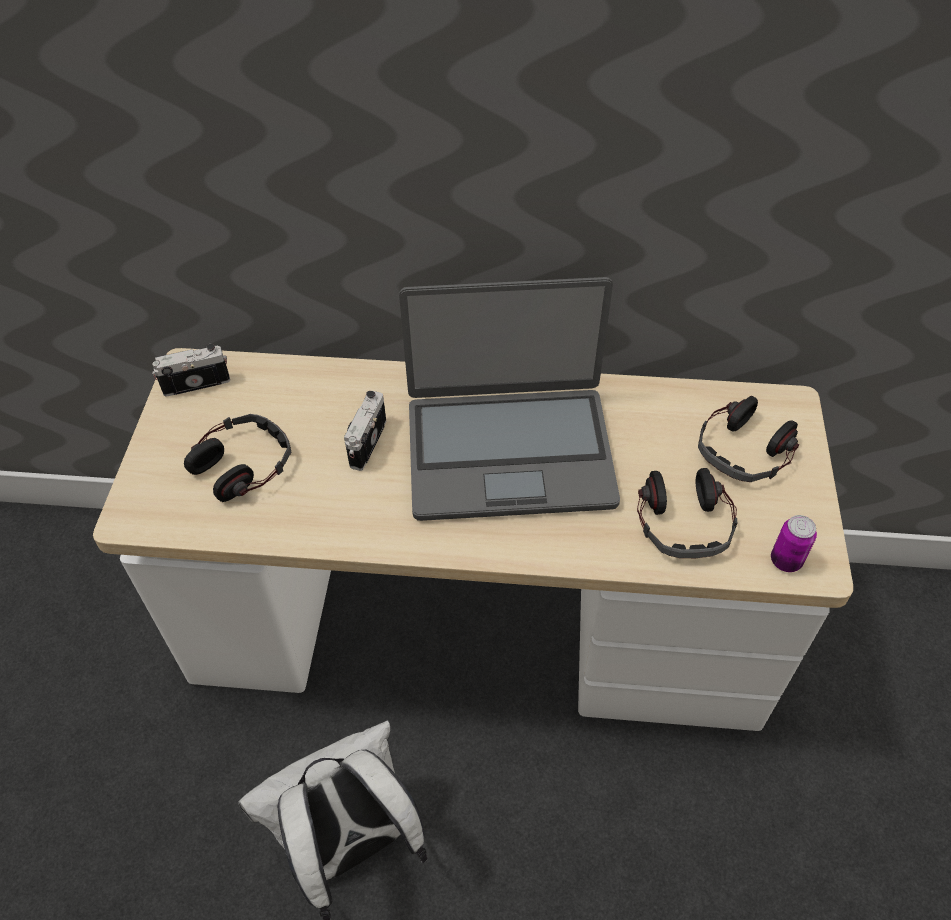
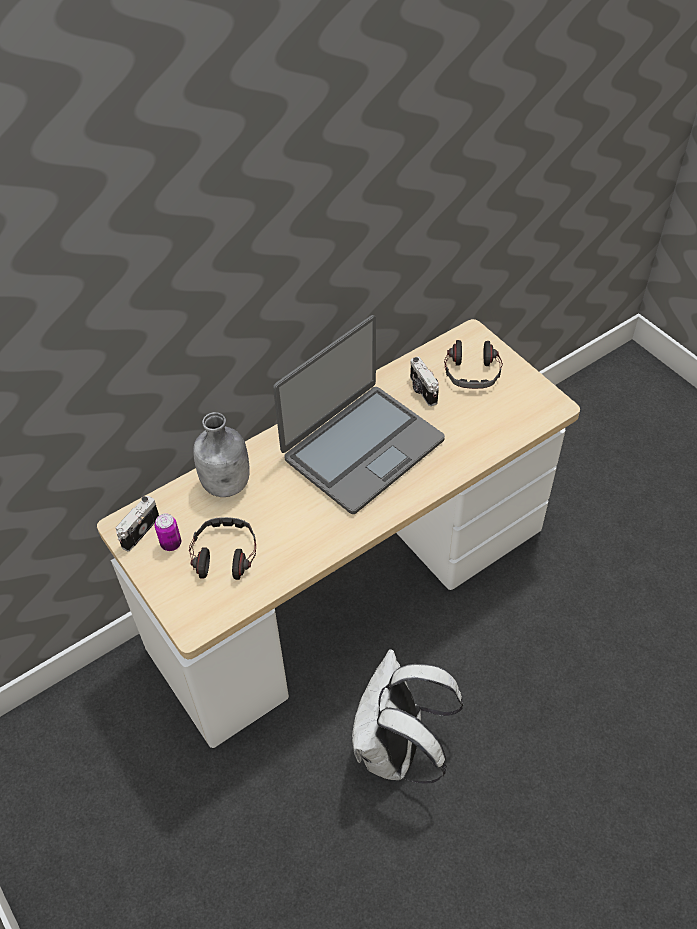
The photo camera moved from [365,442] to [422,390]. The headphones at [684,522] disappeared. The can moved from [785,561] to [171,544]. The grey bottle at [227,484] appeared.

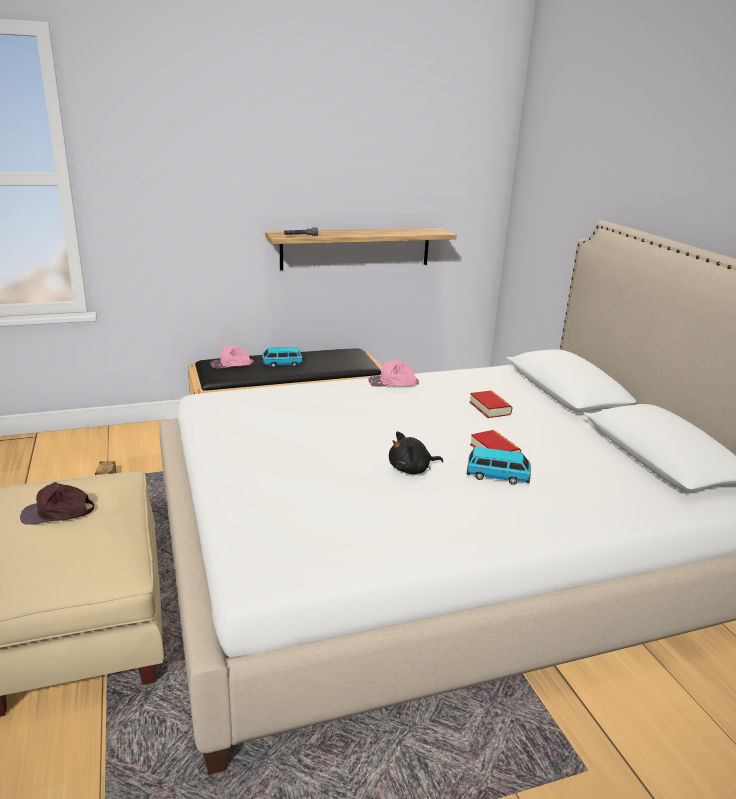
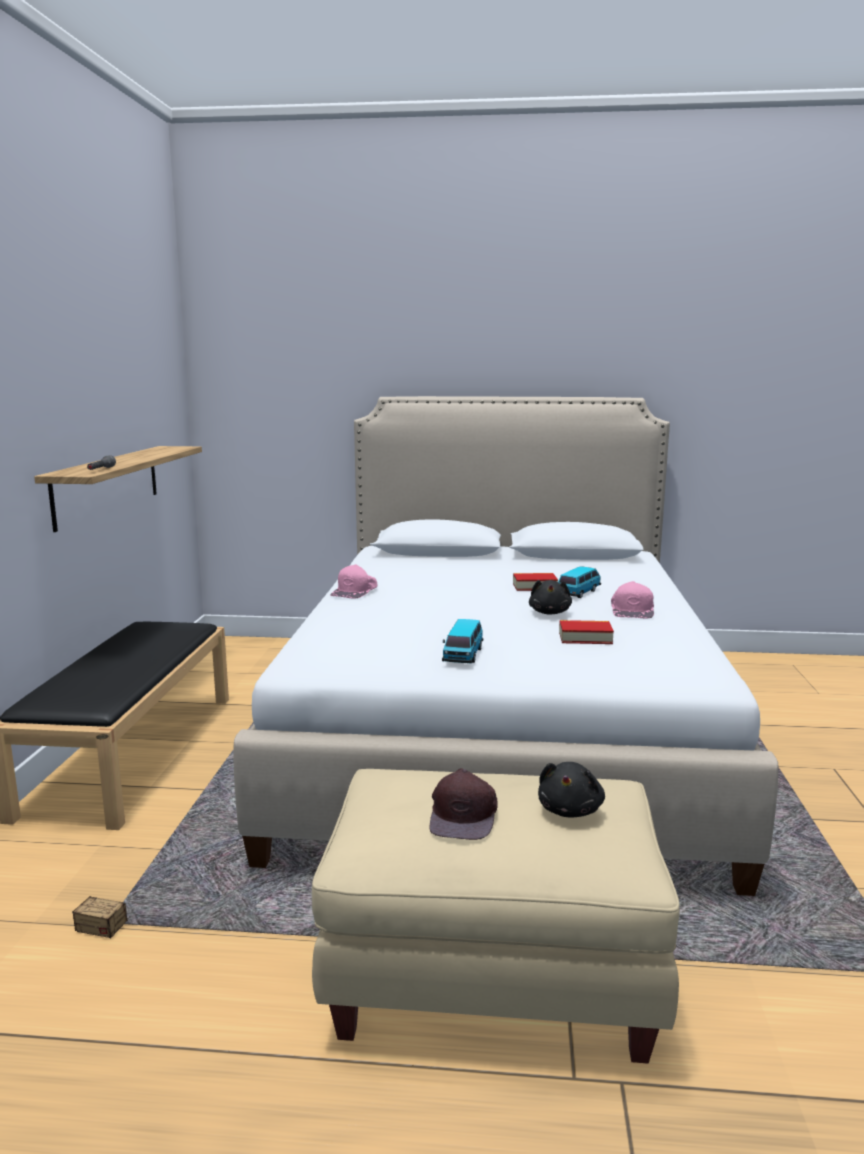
The pink cap moved from [232,364] to [633,610]. The toy car moved from [282,364] to [463,655]. The book moved from [490,408] to [585,638]. The black plush toy at [570,810] appeared.

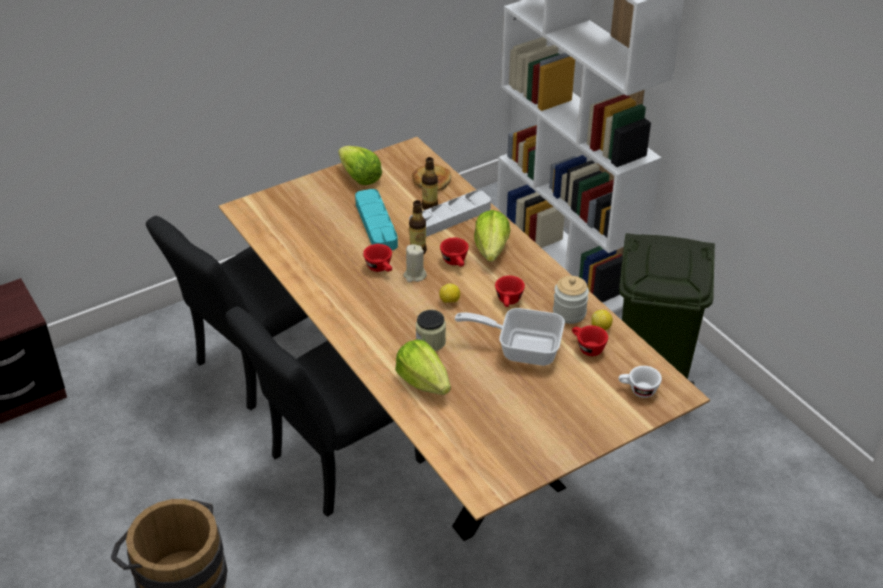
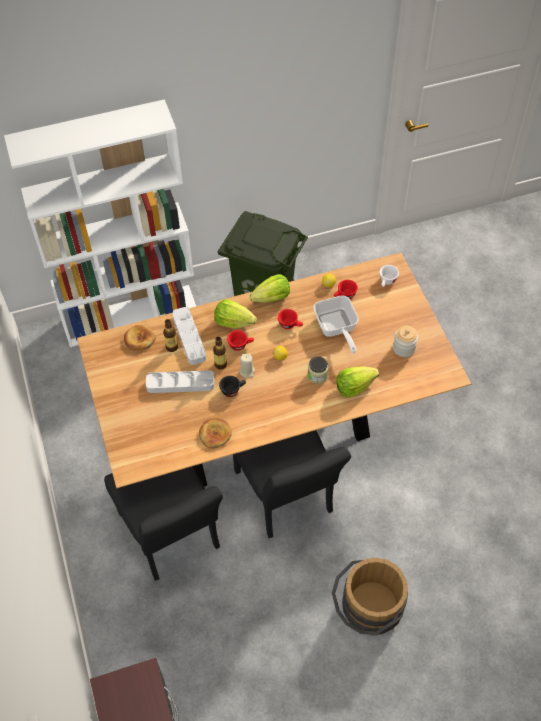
The lettuce moved from [359,177] to [272,298]. The turquoise tray at [376,224] became the grey tray at [180,384]. The red cup at [381,268] became the black cup at [233,390]. The frying pan at [521,348] turned 45 degrees counterclockwise. The jar moved from [569,313] to [404,348]. The bread at [215,434] appeared.

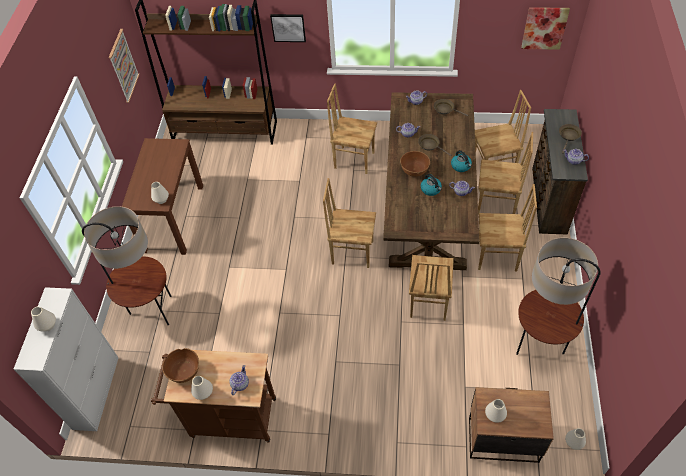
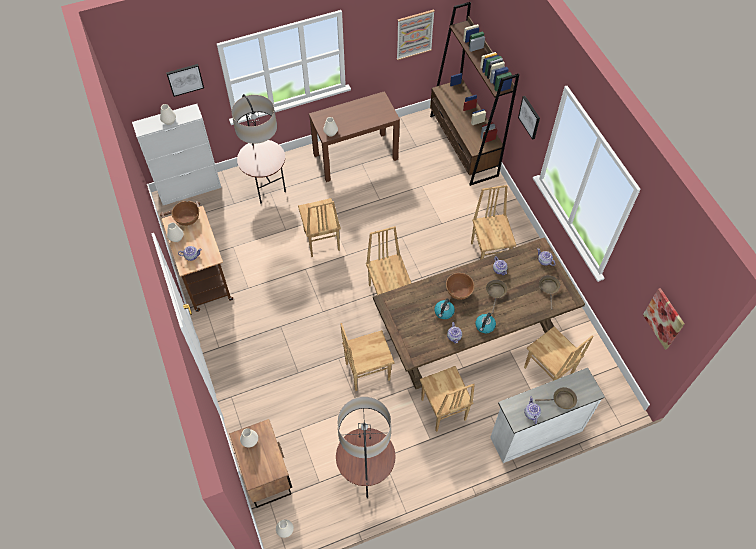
The brown chair moved from [496,205] to [321,241]. The brown dresser at [547,200] became the white dresser at [535,433]. The picture at [185,79] appeared.

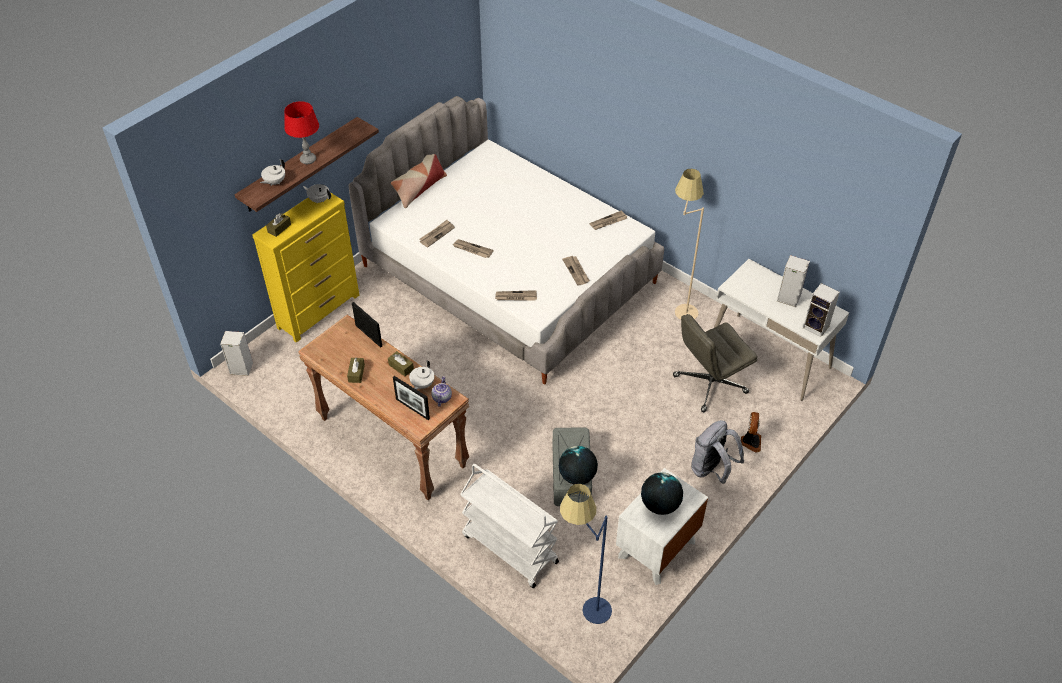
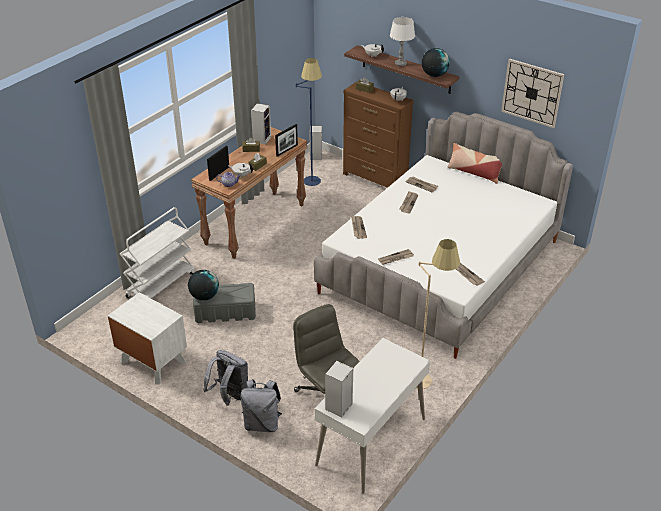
The yellow dresser at [319,311] became the brown dresser at [375,179]. The red table lamp at [308,160] became the white table lamp at [400,64]. The blue floor lamp moved from [583,609] to [311,176]. The globe moved from [659,505] to [434,75]. The fan at [750,442] was replaced by the grey backpack at [262,423]. The speaker moved from [787,298] to [262,139]. The wall clock at [532,93] appeared.

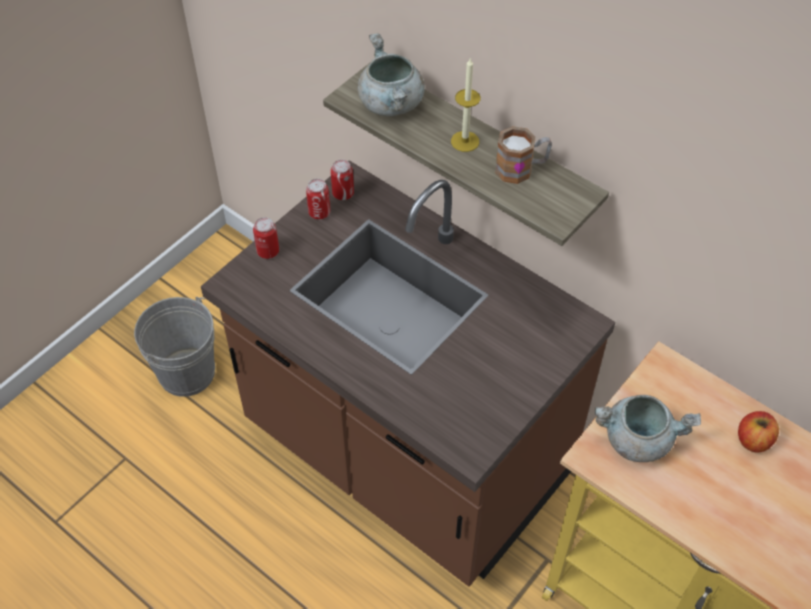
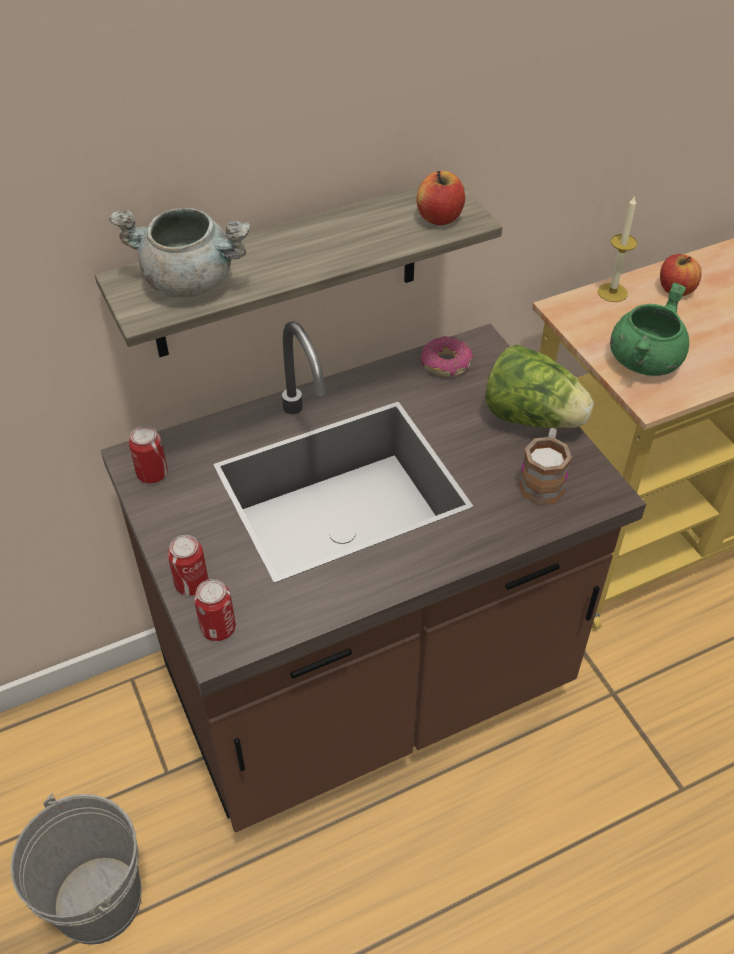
The can moved from [319,212] to [218,628]. The candle moved from [465,141] to [612,292]. The mug moved from [521,169] to [543,480]. The grey cooking pot at [637,439] became the green cooking pot at [644,360]. The apple at [439,217] appeared. The donut at [446,364] appeared. The lettuce at [532,417] appeared.

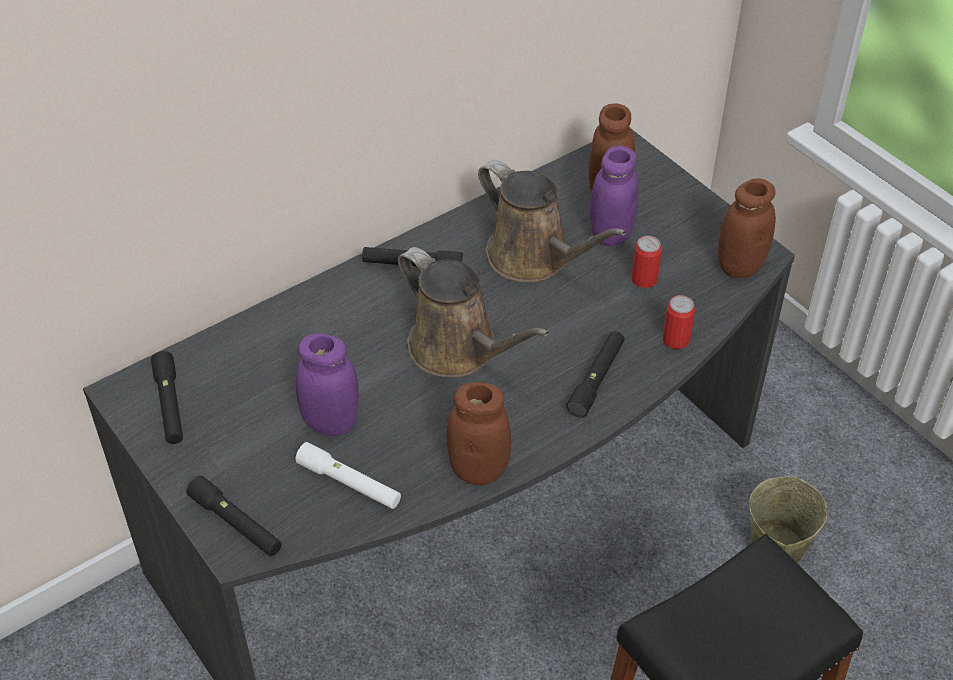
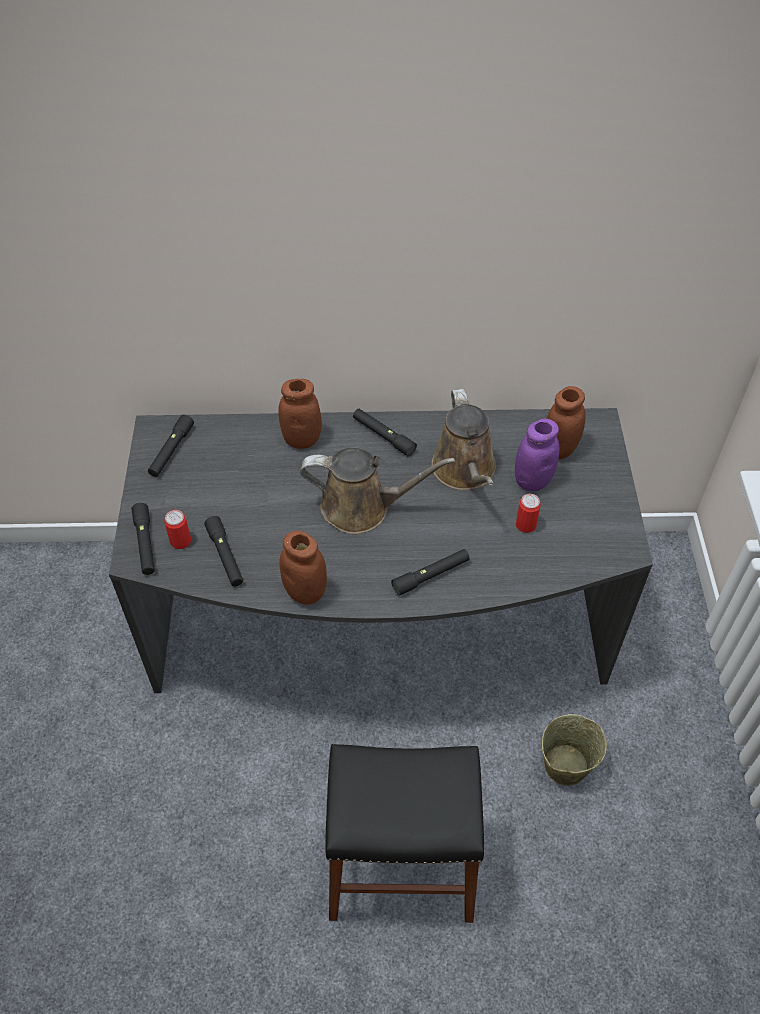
The purple jar at [331,422] disappeared. The white flashlight at [349,483] became the black flashlight at [225,556]. The brown watering can at [459,350] turned 75 degrees counterclockwise. The can moved from [676,340] to [180,541]. The brown jar moved from [740,266] to [302,439].

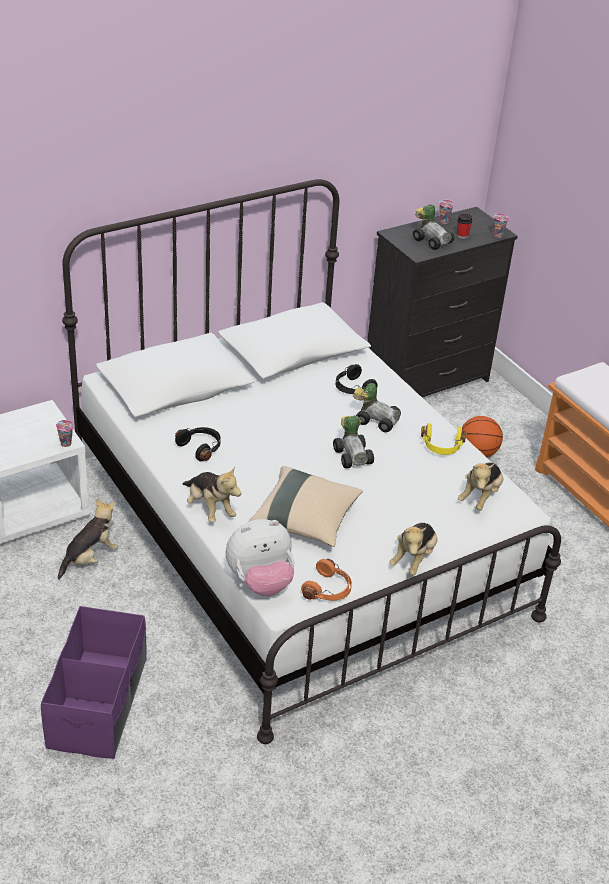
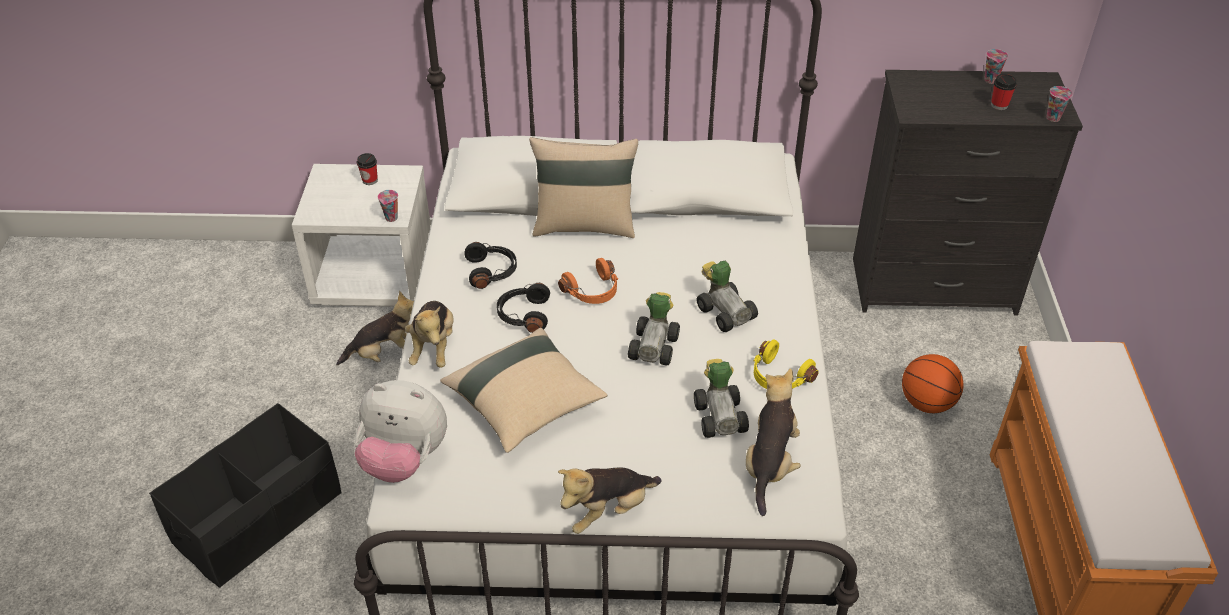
The purple storage box at [98,703] became the black storage box at [259,518]. The orange headphones moved from [328,590] to [593,292]. The black headphones moved from [353,388] to [523,315]. The toy car moved from [431,240] to [720,414]. The plush toy at [480,496] turned 135 degrees clockwise. The cup at [370,180] appeared. The beige pillow at [584,225] appeared.

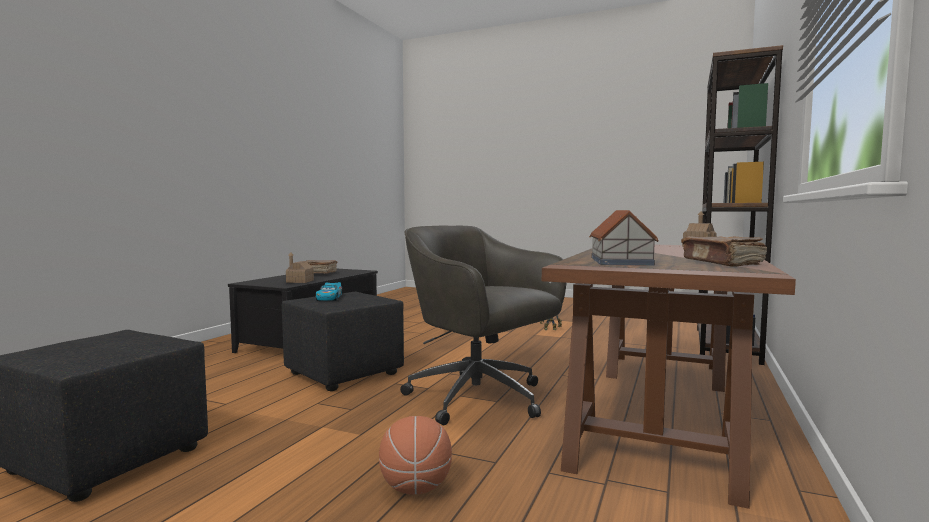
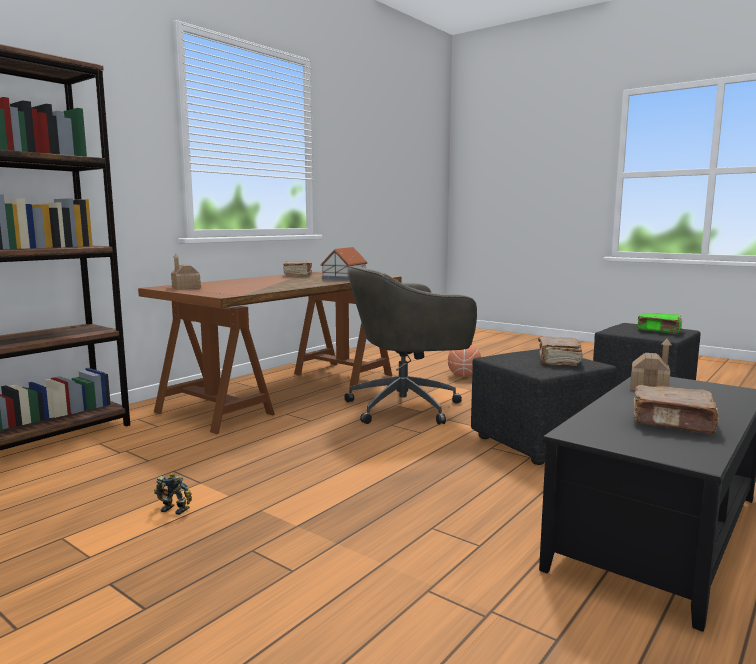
The toy car at [329,298] was replaced by the brown book at [558,360]. The grey office chair at [480,399] turned 105 degrees clockwise. The green book at [659,331] appeared.

